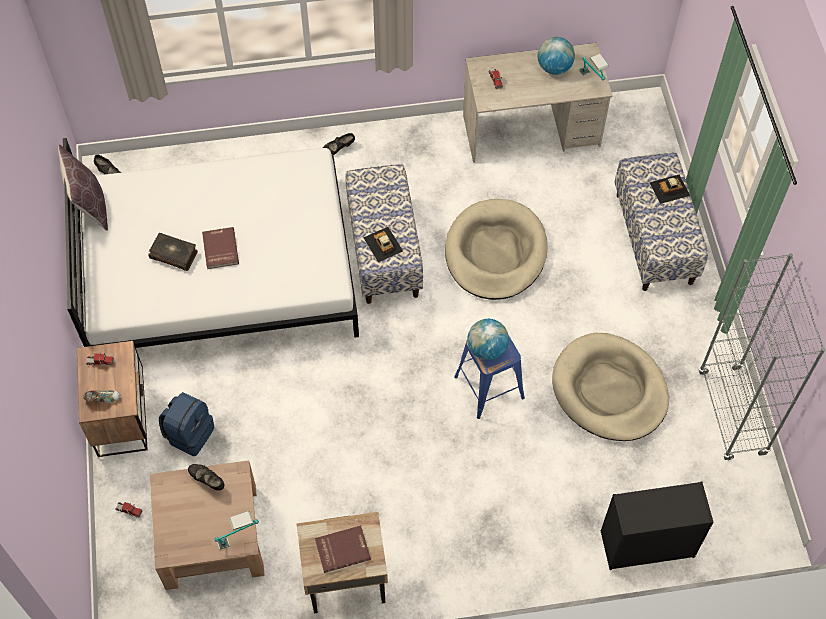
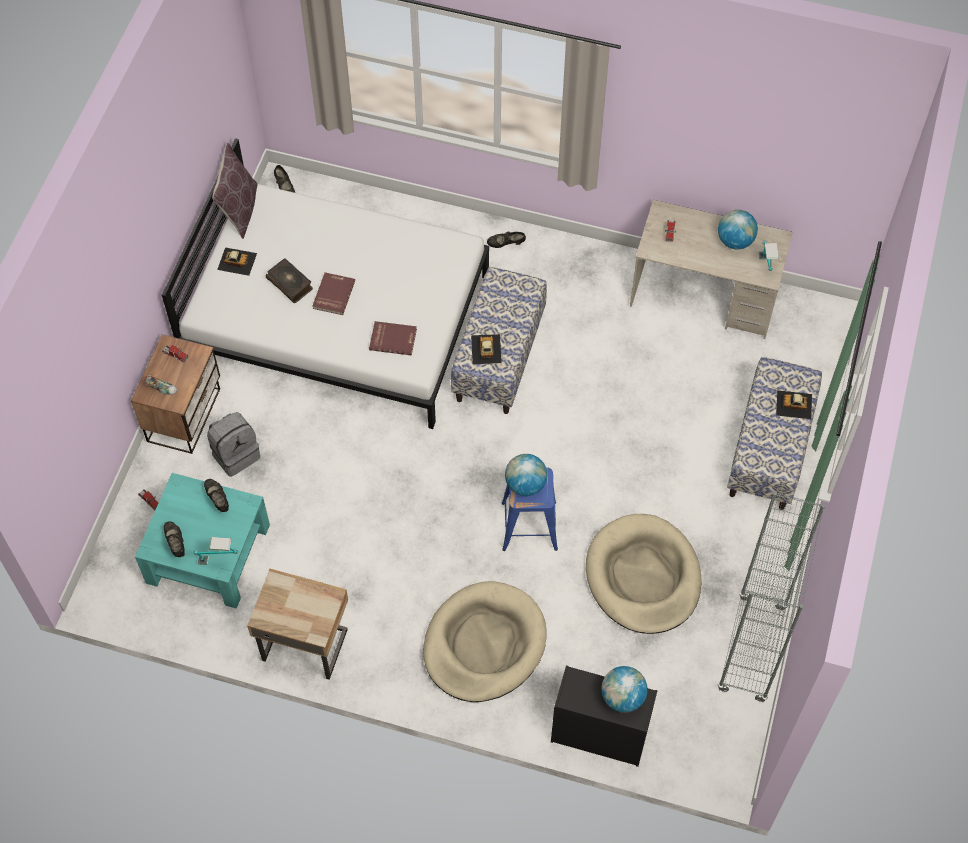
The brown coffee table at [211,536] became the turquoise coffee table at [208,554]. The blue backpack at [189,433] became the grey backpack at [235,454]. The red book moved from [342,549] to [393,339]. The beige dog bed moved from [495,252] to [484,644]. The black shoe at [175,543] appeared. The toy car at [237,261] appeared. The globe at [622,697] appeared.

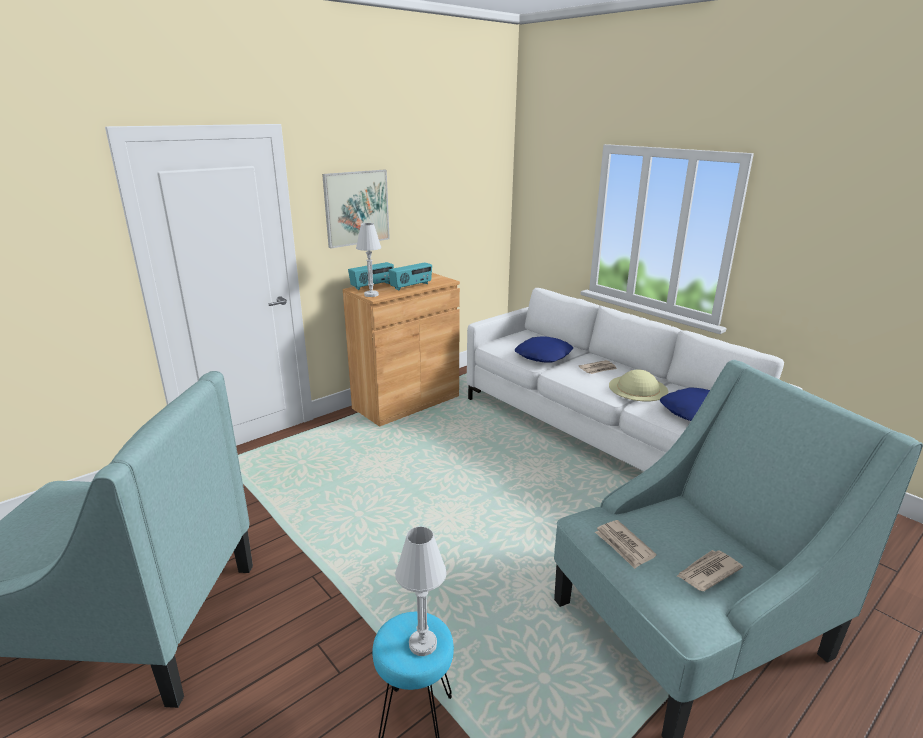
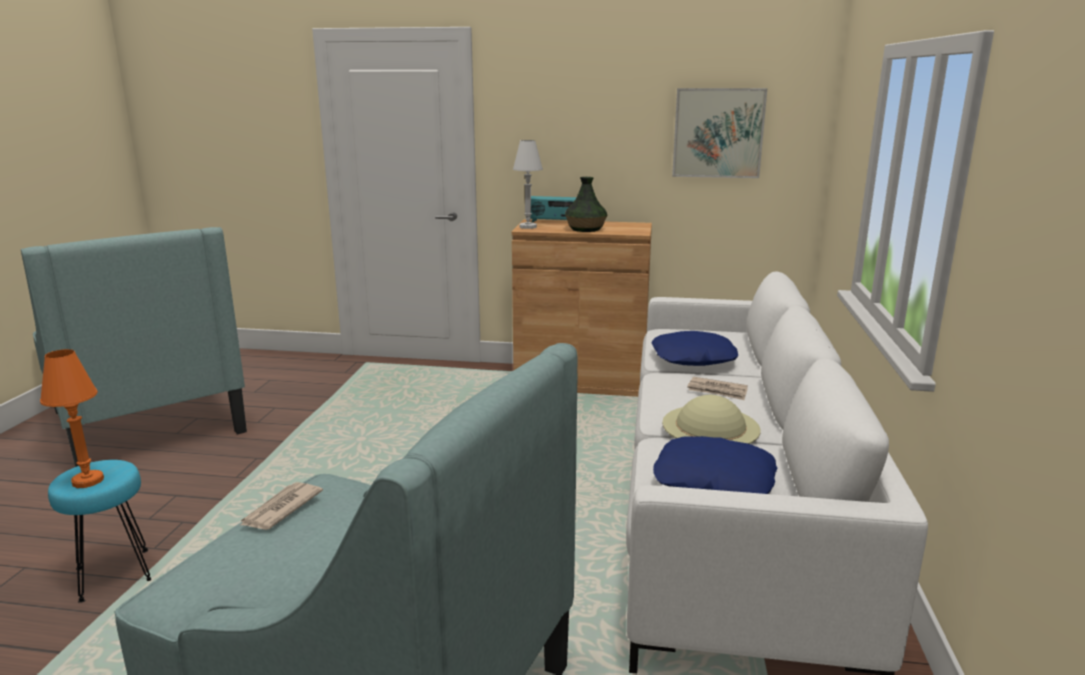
The picture moved from [356,208] to [718,133]. The radio at [411,286] was replaced by the vase at [586,229]. The white table lamp at [423,644] became the orange table lamp at [88,481]. The newspaper at [707,572] disappeared.

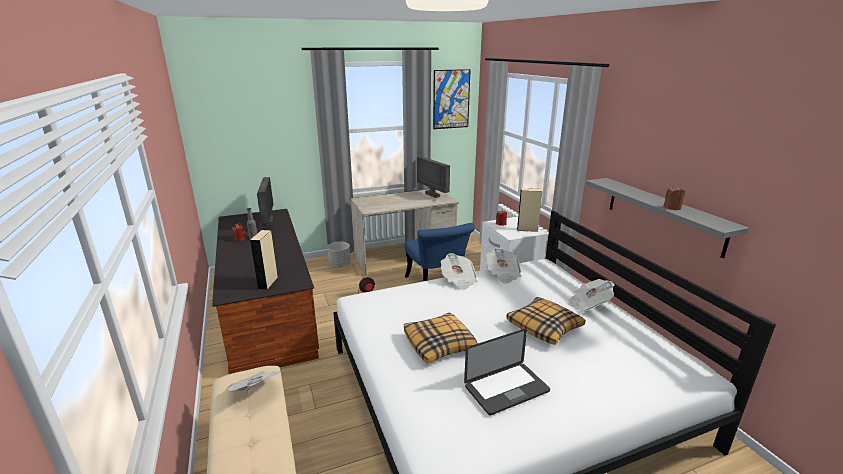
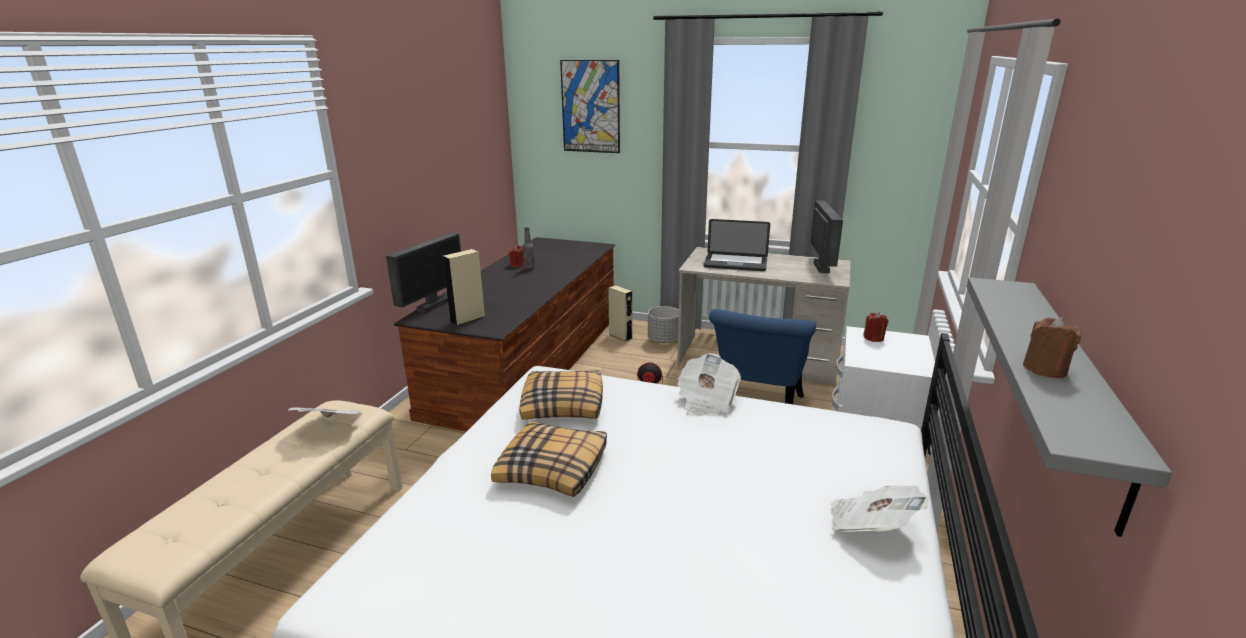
The monitor moved from [268,221] to [431,306]. The picture moved from [451,99] to [590,107]. The laptop moved from [506,389] to [735,264]. The newspaper at [503,274] disappeared. The pillow moved from [544,327] to [563,405]. The beige speaker moved from [527,229] to [620,336].

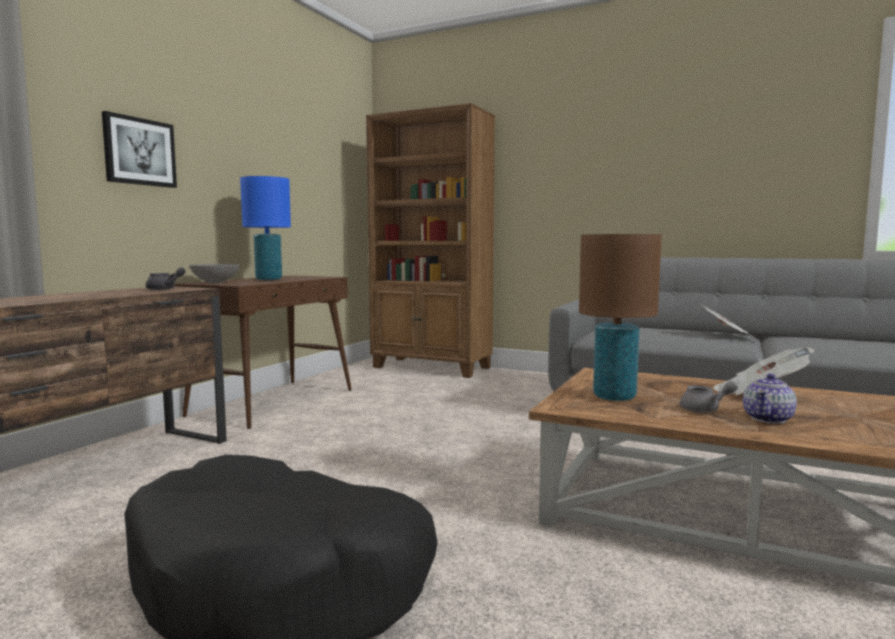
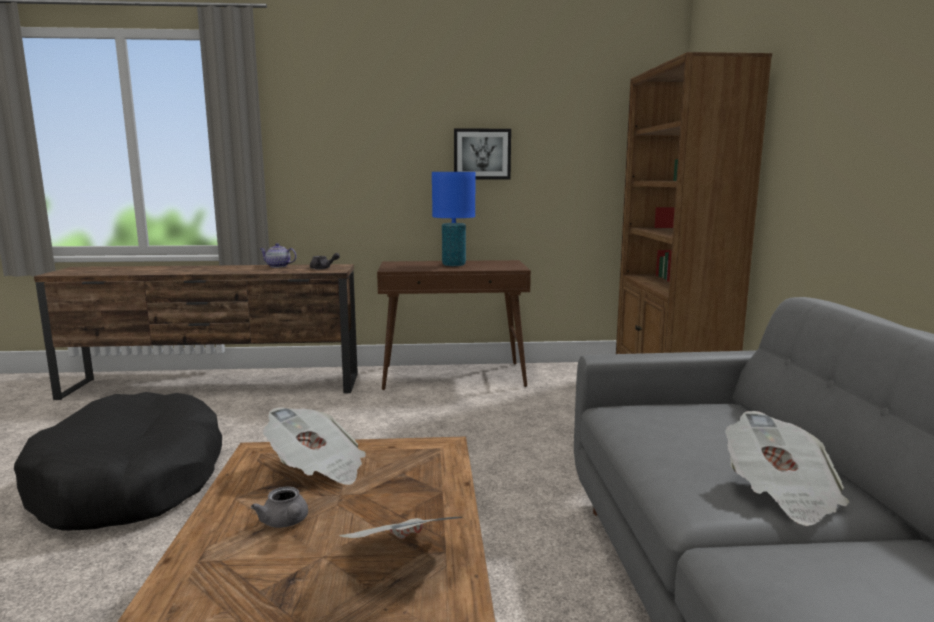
The picture moved from [139,152] to [482,154]. The grey bowl at [215,283] disappeared. The brown table lamp at [614,397] was replaced by the newspaper at [318,469]. The teapot moved from [768,418] to [278,266].

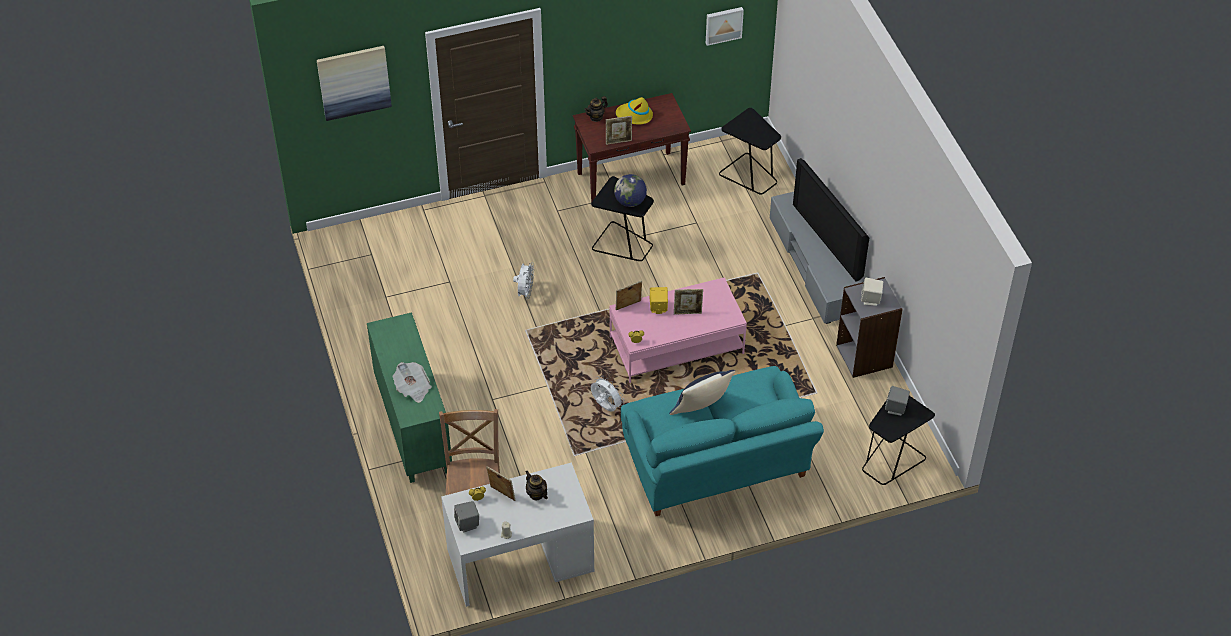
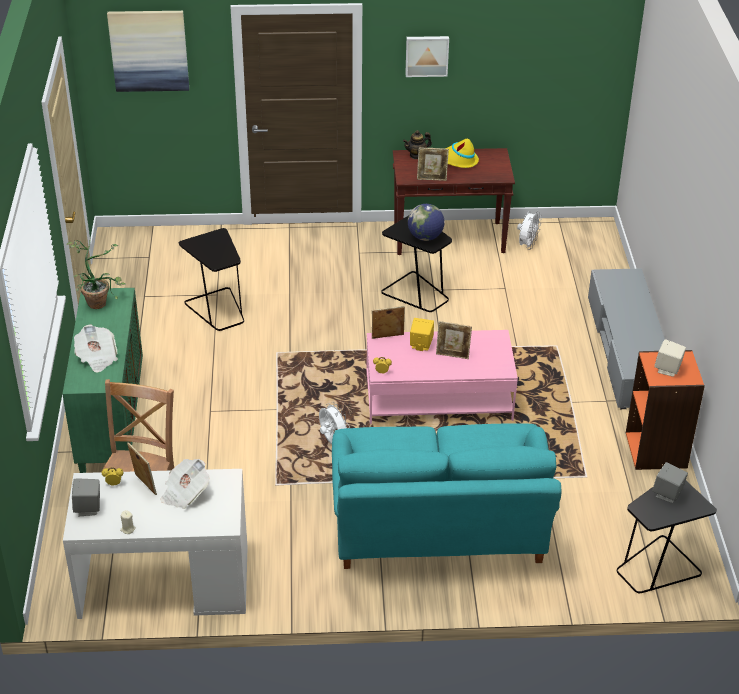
The white fan moved from [525,292] to [527,245]. The teapot at [536,494] was replaced by the newspaper at [185,493]. The blue pillow at [701,409] disappeared. The picture moved from [723,24] to [426,55]. The black side table moved from [749,175] to [218,310]. The television at [830,240] disappeared. The grey bookcase at [865,356] became the orange bookcase at [657,450]. The potted plant at [99,300] appeared.

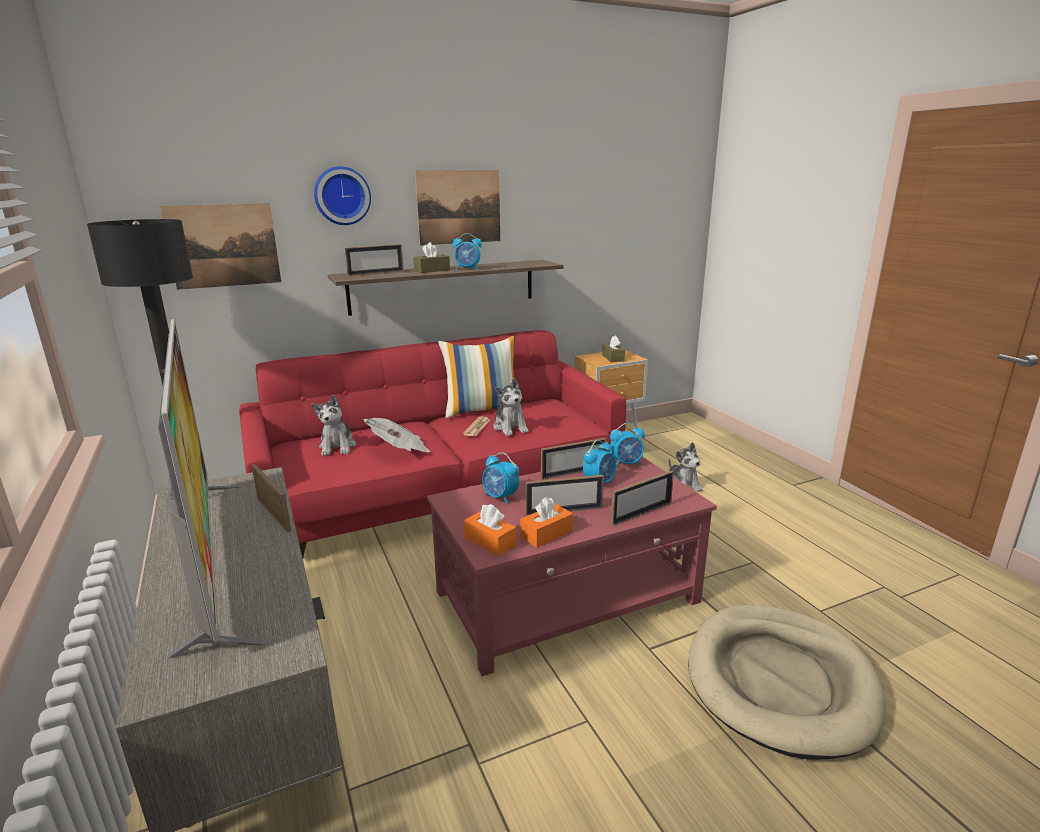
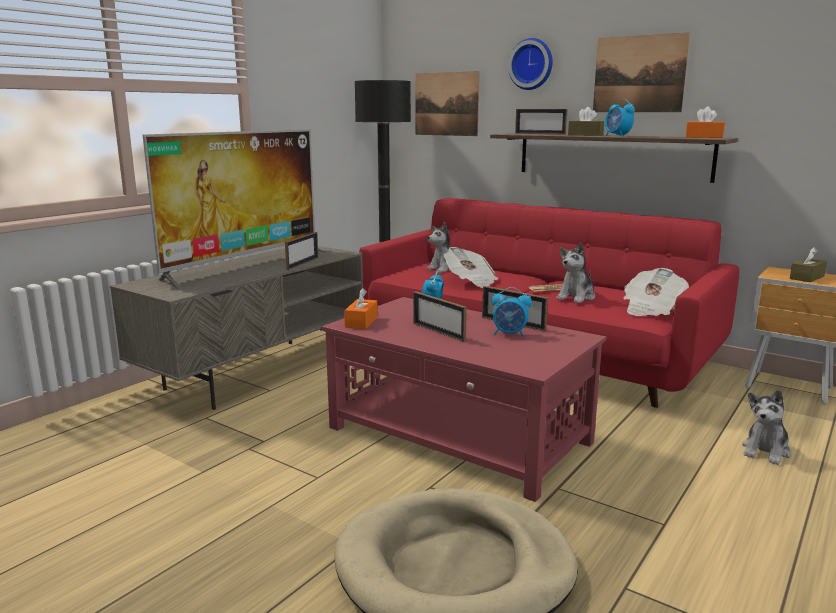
The pillow at [482,410] disappeared. The orange tissue box moved from [546,534] to [704,137]. The alarm clock at [626,463] disappeared. The picture frame at [641,513] disappeared. The newspaper at [651,309] appeared.

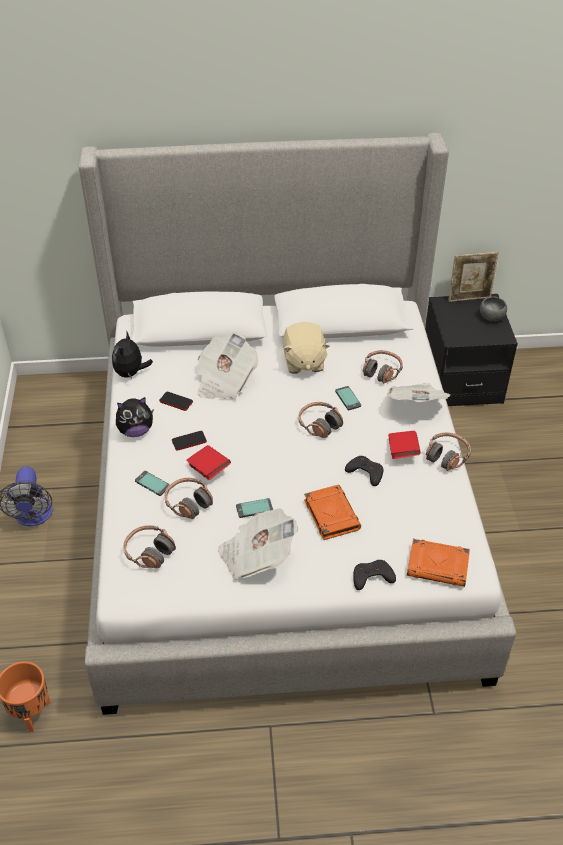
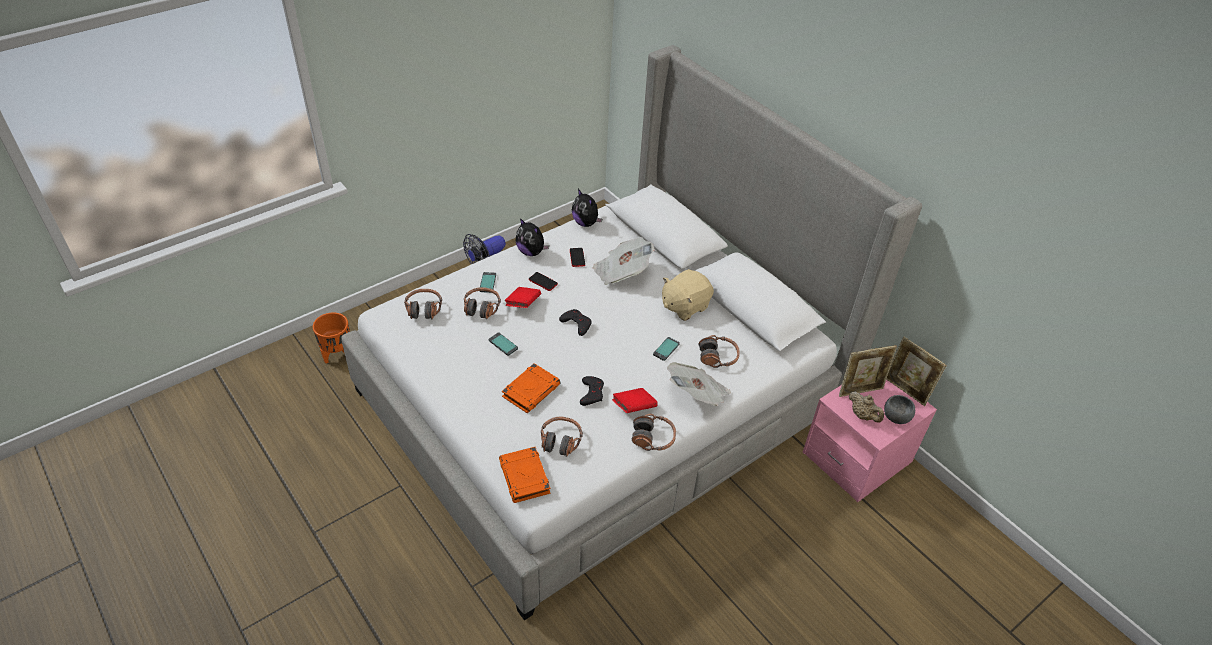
The plush toy at [131,373] turned 105 degrees counterclockwise. The newspaper at [256,556] disappeared. The headphones moved from [319,424] to [560,441]. The black game controller moved from [372,577] to [576,324]. The black nightstand at [461,380] became the pink nightstand at [856,458]. The picture frame at [860,390] appeared. The beige teapot at [863,415] appeared.

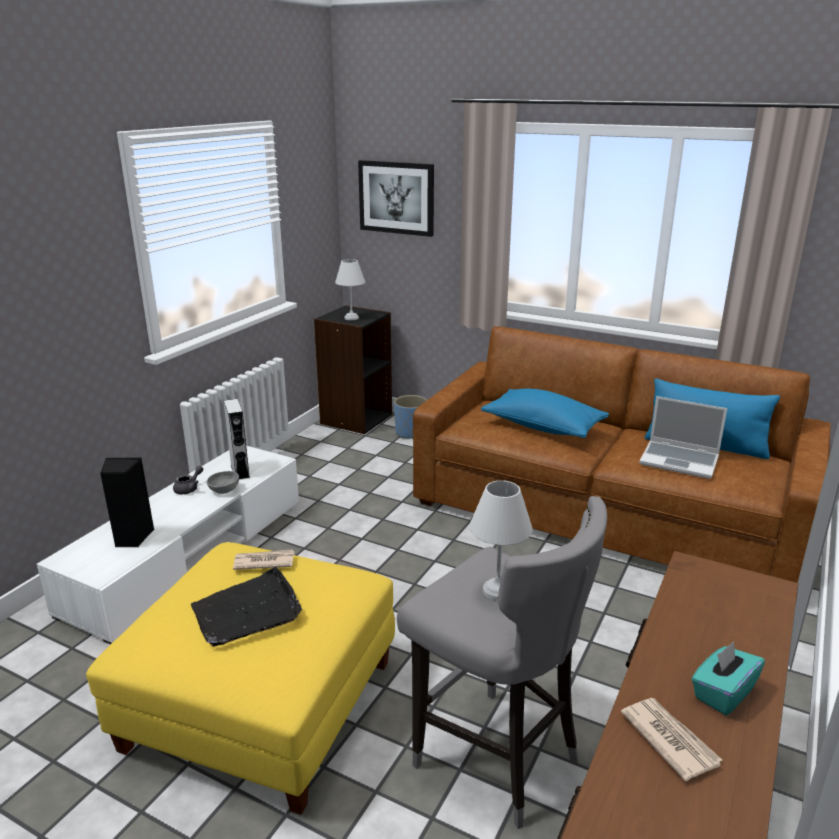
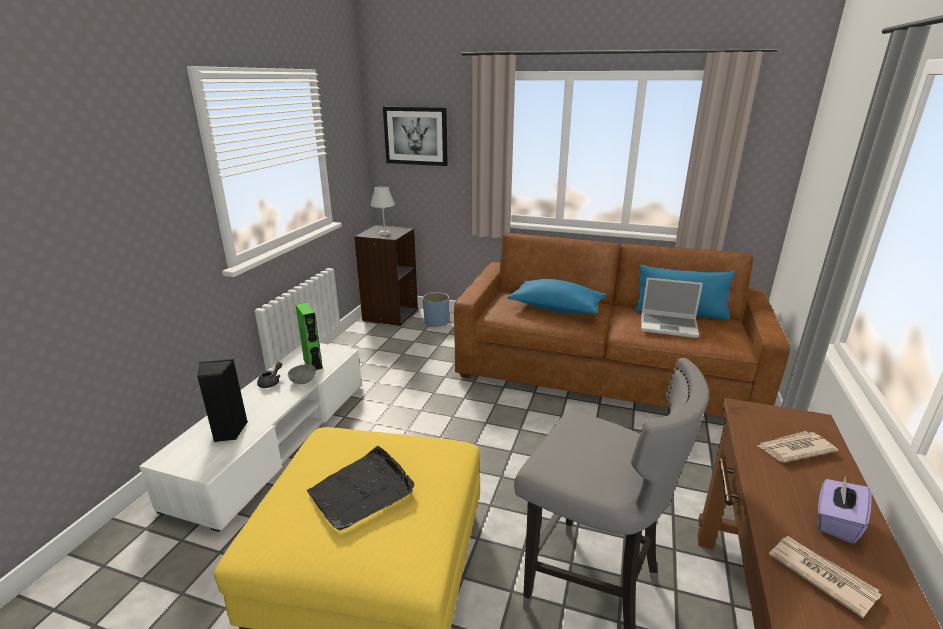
The grey speaker at [240,471] became the green speaker at [313,363]. The newspaper moved from [263,562] to [794,449]. The white table lamp at [498,591] disappeared. The turquoise tissue box at [723,693] became the purple tissue box at [836,522].

